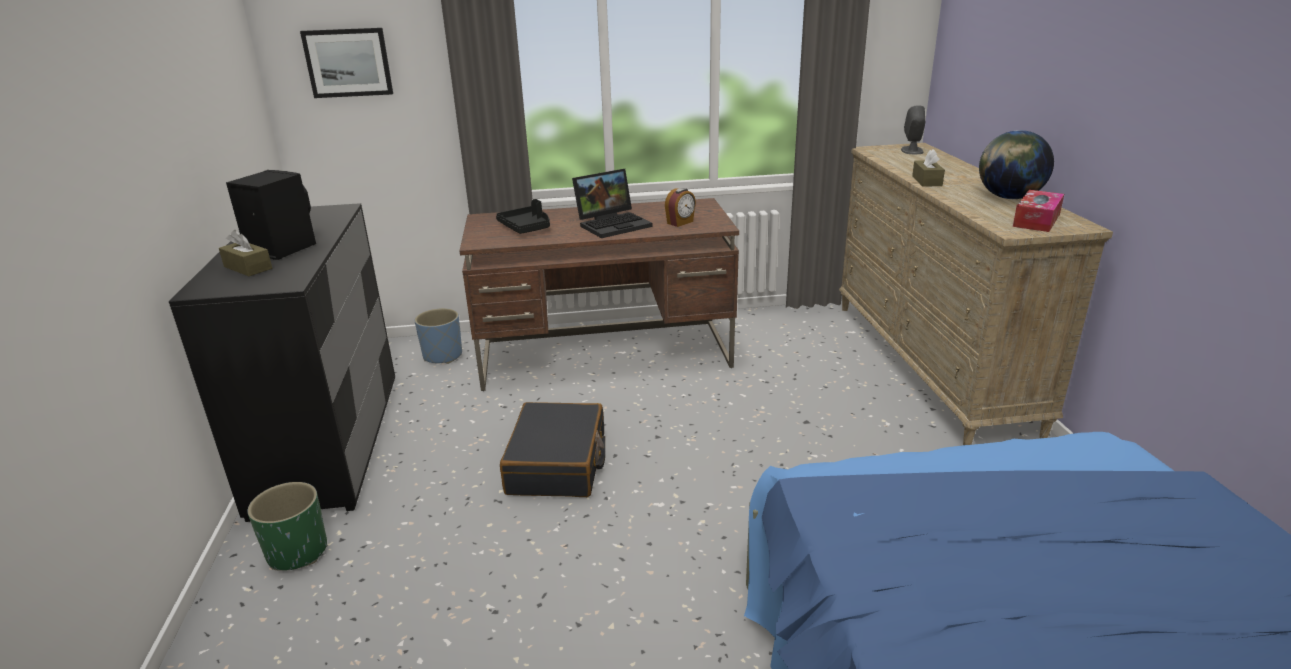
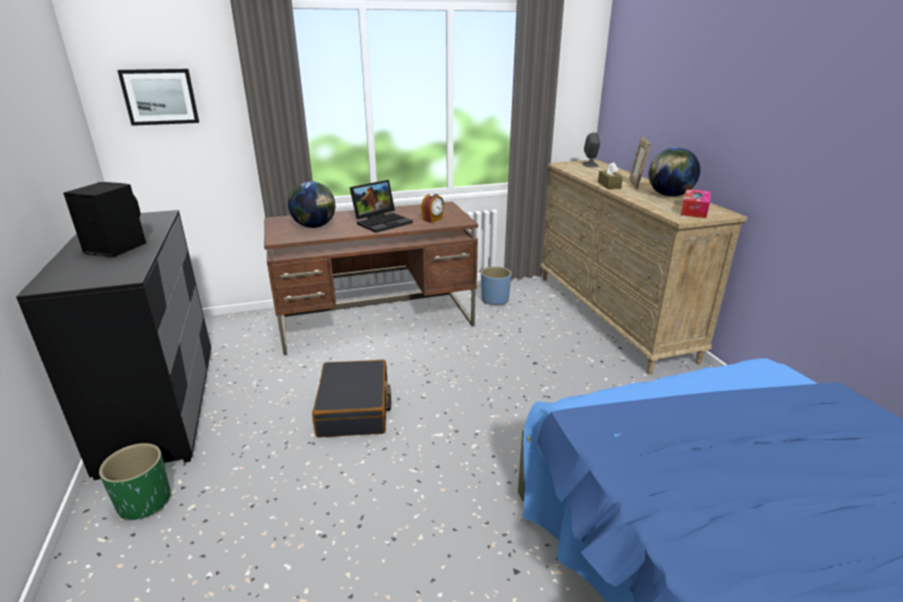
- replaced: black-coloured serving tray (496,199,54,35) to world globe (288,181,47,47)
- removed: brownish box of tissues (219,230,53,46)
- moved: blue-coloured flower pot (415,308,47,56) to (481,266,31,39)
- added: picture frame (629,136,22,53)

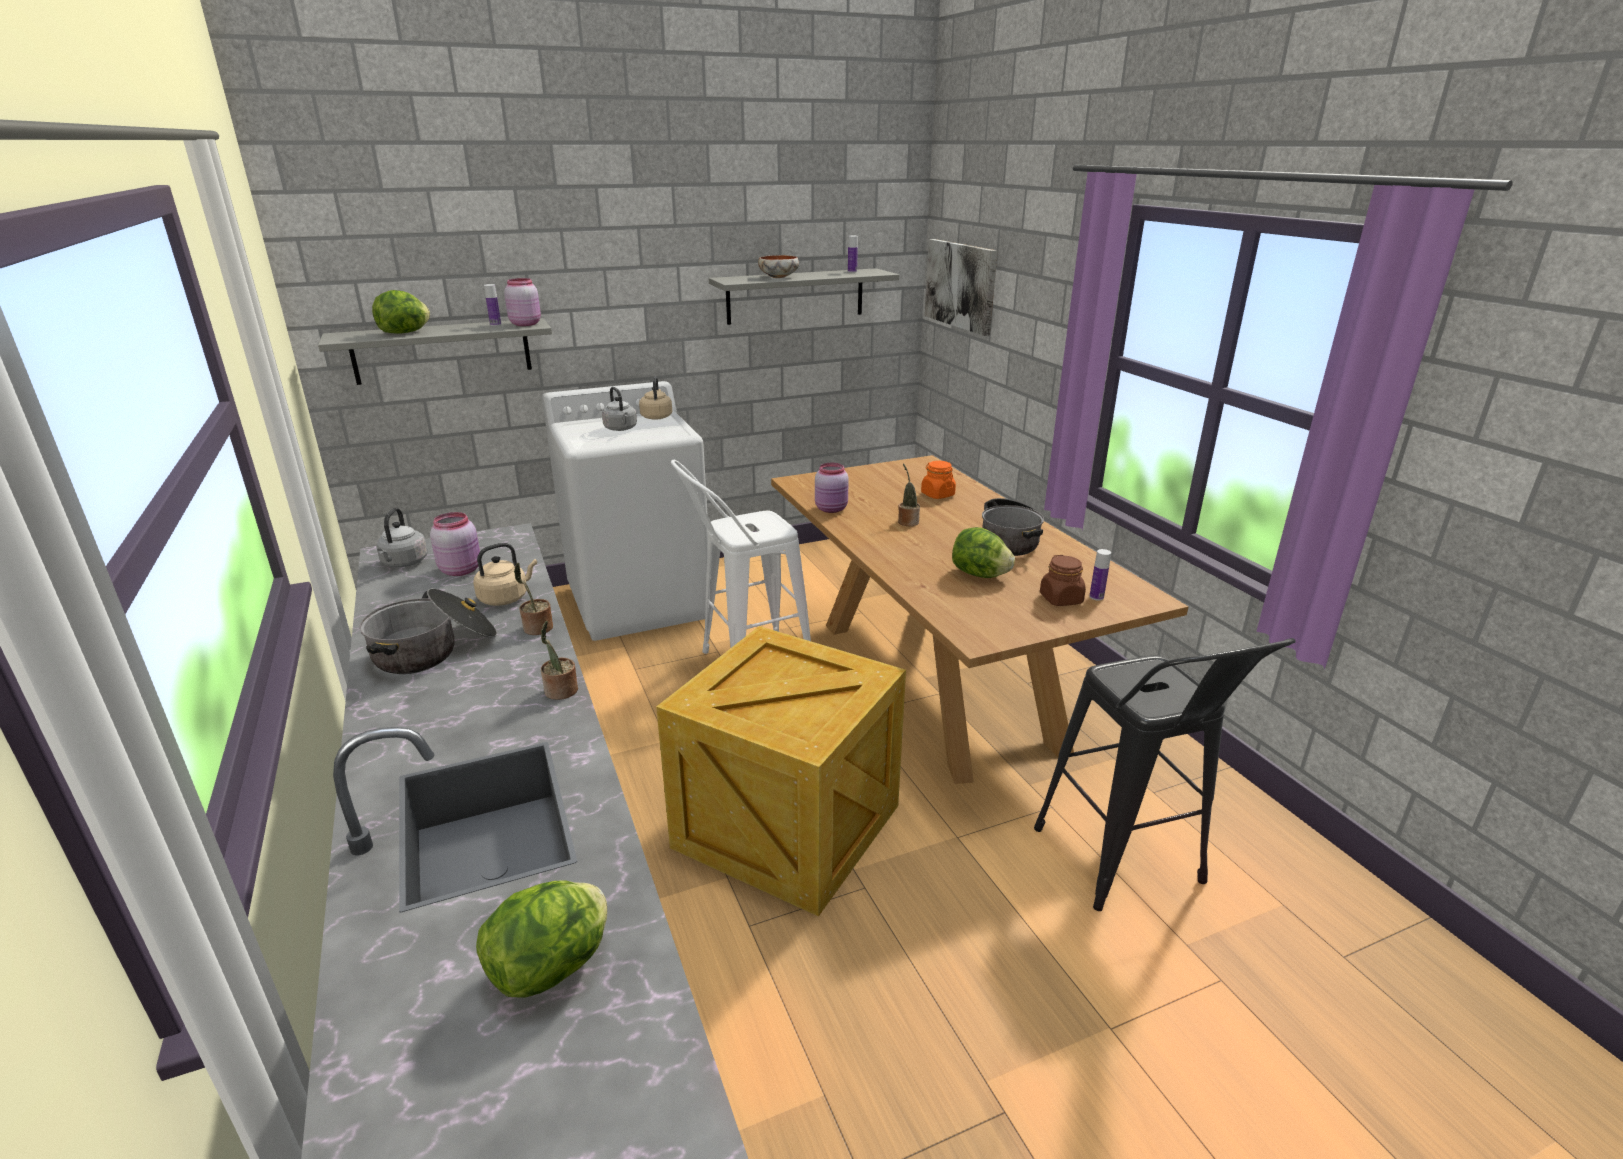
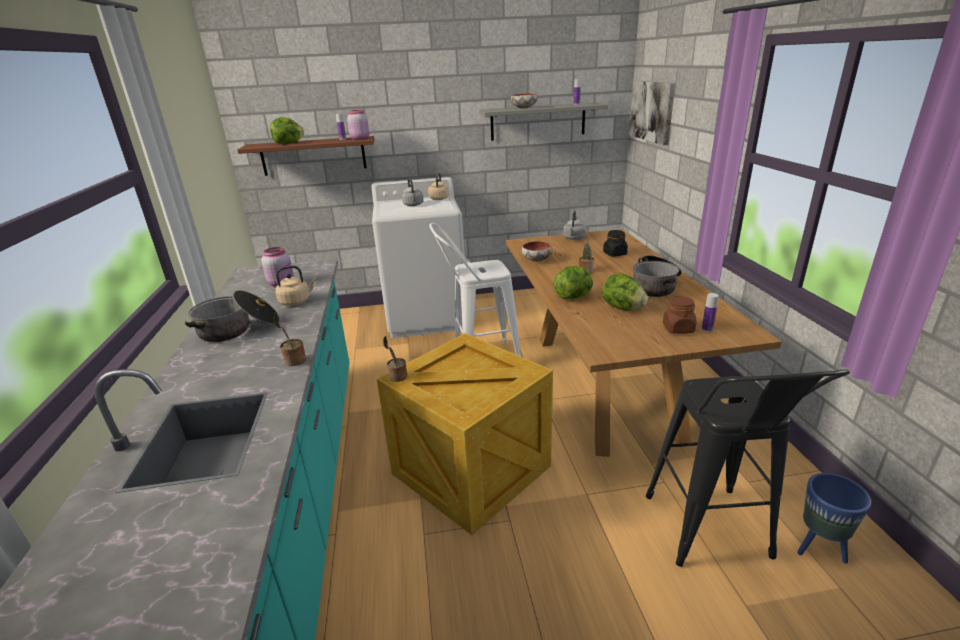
- recoloured: grey bracket shelf (318,318,234,67) to brownish bracket shelf (237,136,137,40)
- recoloured: orangey preserve jar (921,461,35,38) to black-coloured preserve jar (603,230,25,27)
- replaced: pinkish preserve jar (815,463,34,50) to serving bowl (521,241,32,20)
- moved: grey kettle (376,508,52,59) to (563,210,23,30)
- moved: potted plant (514,563,39,72) to (383,336,24,46)
- moved: lettuce head (476,881,131,117) to (553,266,40,33)
- added: blue-coloured flower pot (797,473,75,91)

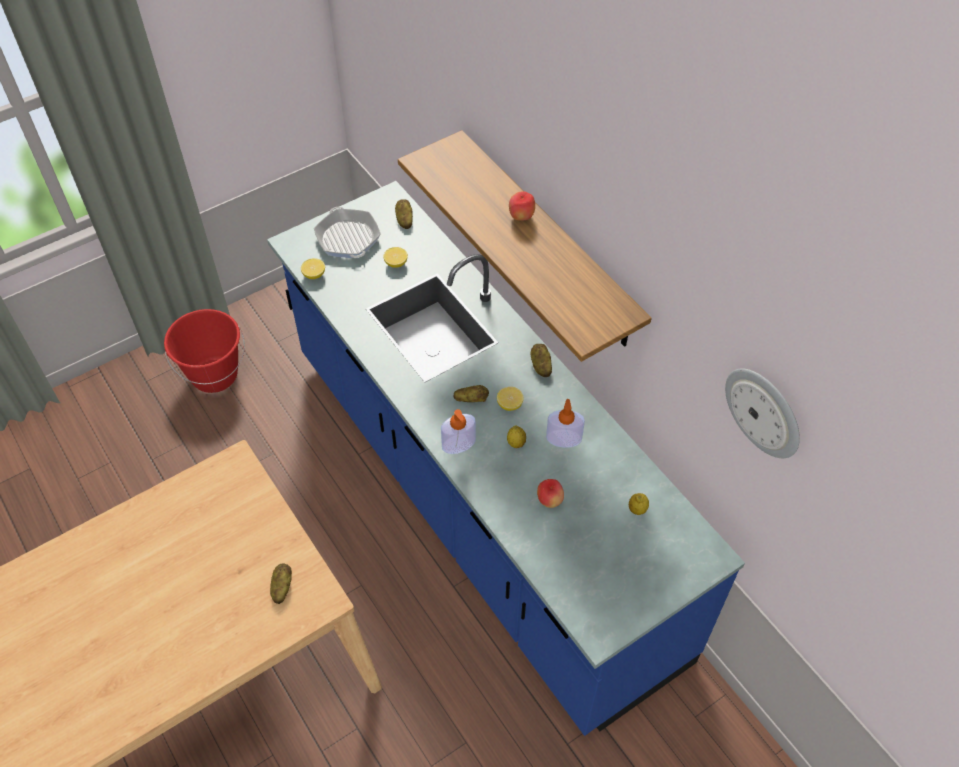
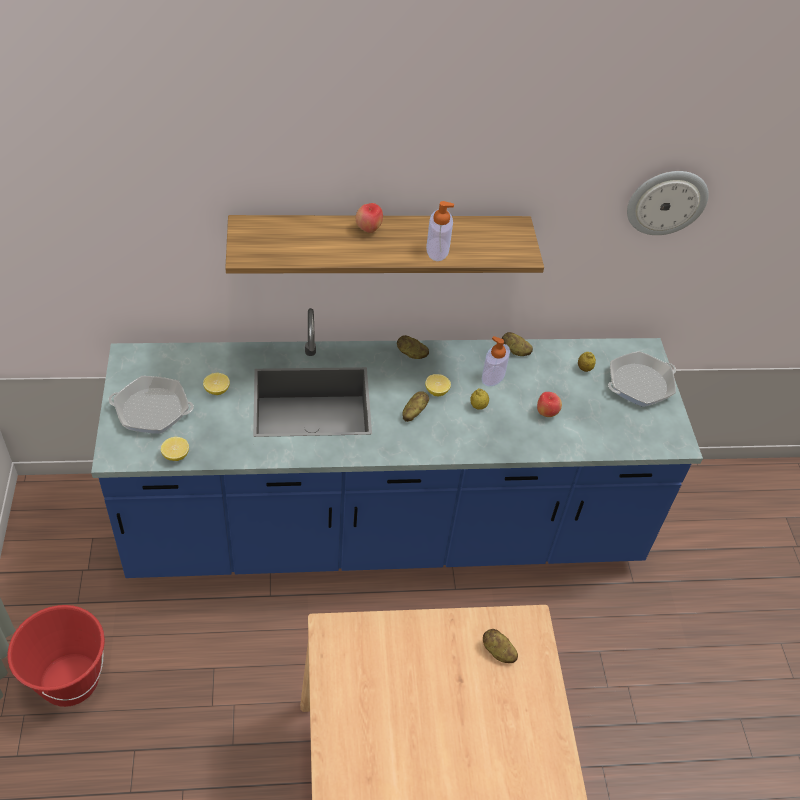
- moved: potato (395,199,18,30) to (502,332,31,24)
- moved: liquid soap bottle (441,409,35,45) to (426,201,28,60)
- added: frying pan (608,351,68,56)

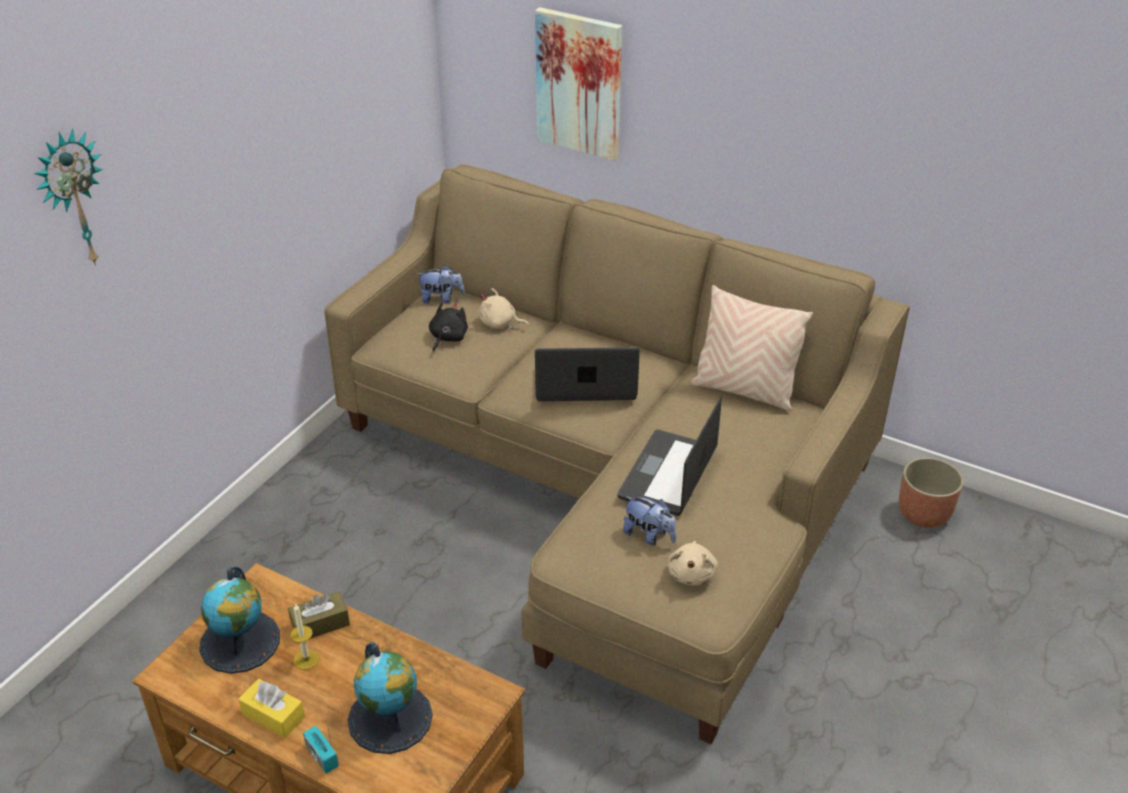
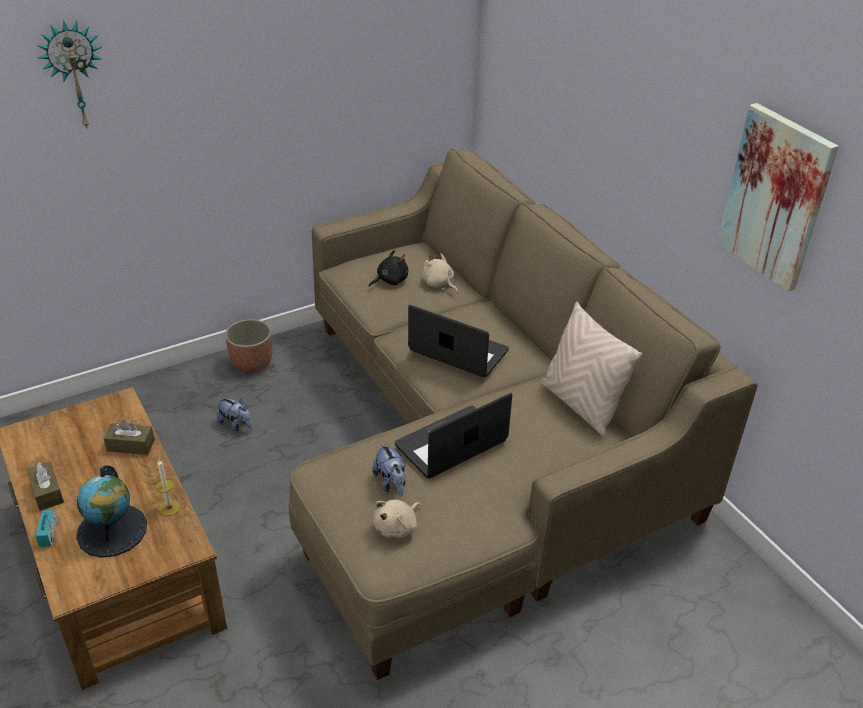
- moved: picture (535,7,87,154) to (717,103,122,189)
- moved: soft toy (416,265,49,38) to (217,398,35,33)
- moved: flower pot (899,457,64,71) to (225,319,47,54)
- removed: world globe (199,566,81,108)
- moved: wax candle (290,603,29,67) to (155,460,25,56)
- recoloured: yellow box of tissues (238,679,67,59) to brownish box of tissues (27,461,37,50)

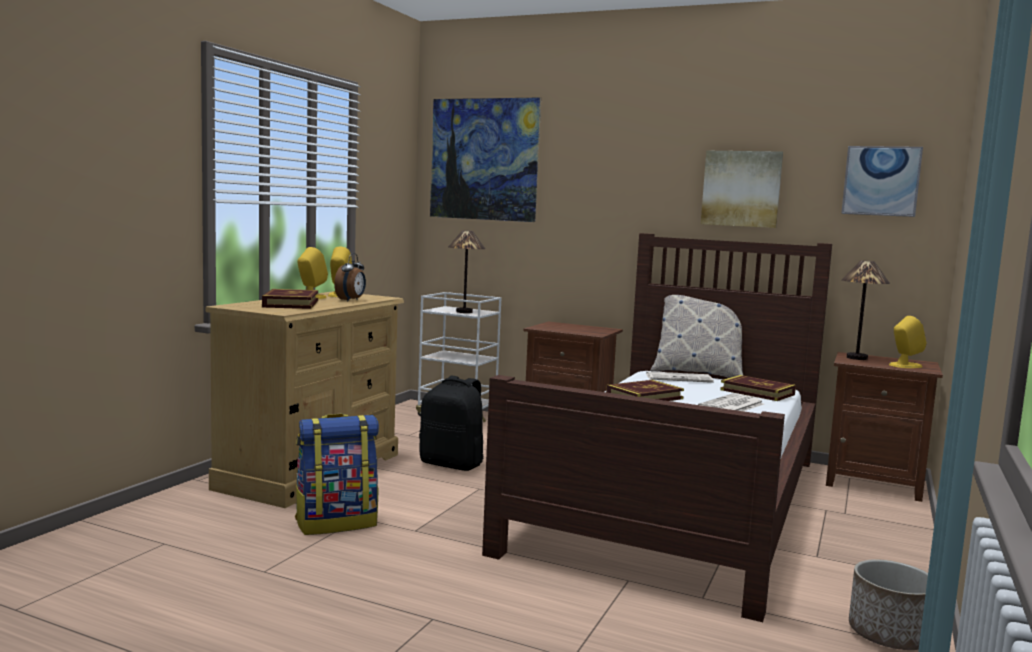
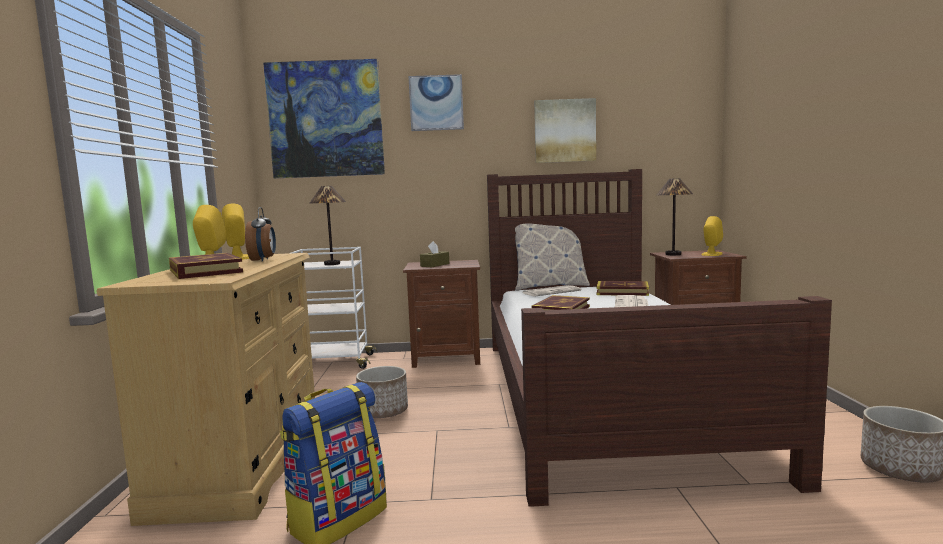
- moved: picture (841,146,82,71) to (408,74,56,57)
- replaced: black-coloured backpack (419,375,65,96) to flower pot (356,366,52,52)
- added: brownish box of tissues (420,241,29,26)

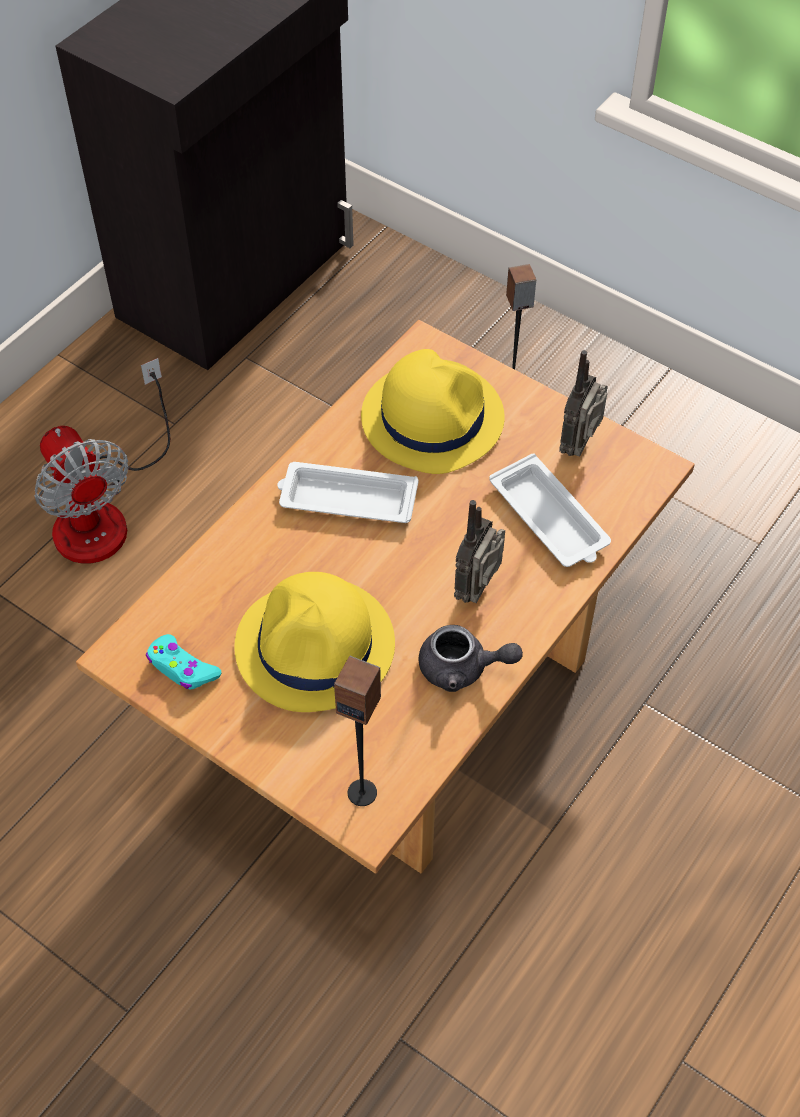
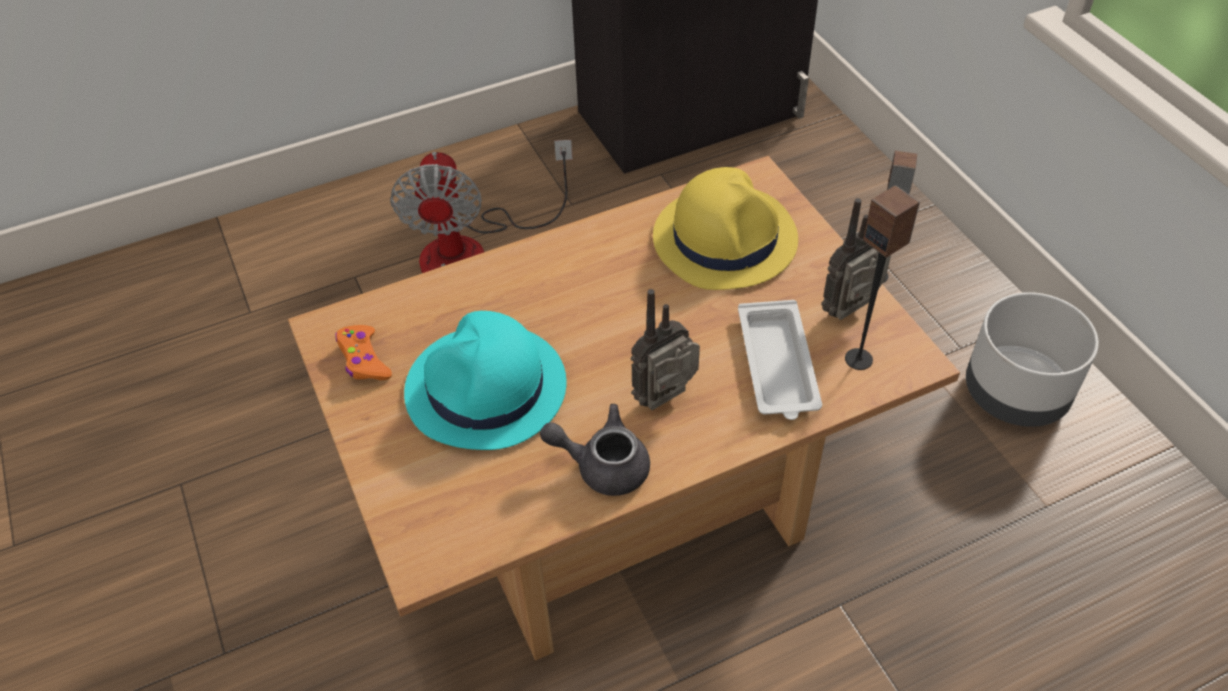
- removed: white-coloured serving tray (277,462,141,61)
- recoloured: yellow clothing hat (234,572,161,140) to blue-green clothing hat (404,311,163,139)
- turned: grey pot for tea (418,625,105,67) = (540,404,110,92) 150 degrees clockwise
- recoloured: blue-green gamepad (146,634,76,55) to orangey gamepad (335,325,57,56)
- moved: loudspeaker (334,656,47,150) to (845,186,75,184)
- added: grey flower pot (966,292,133,135)

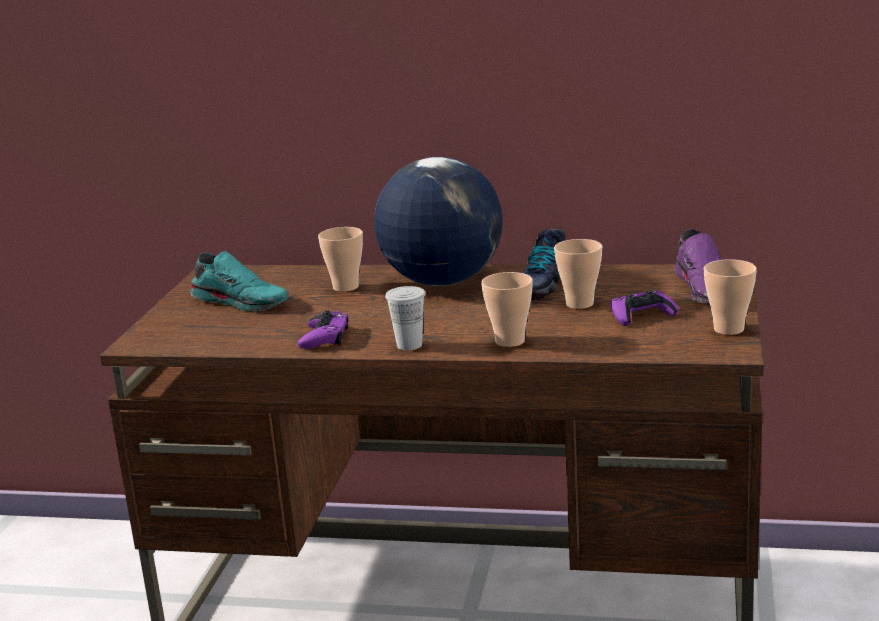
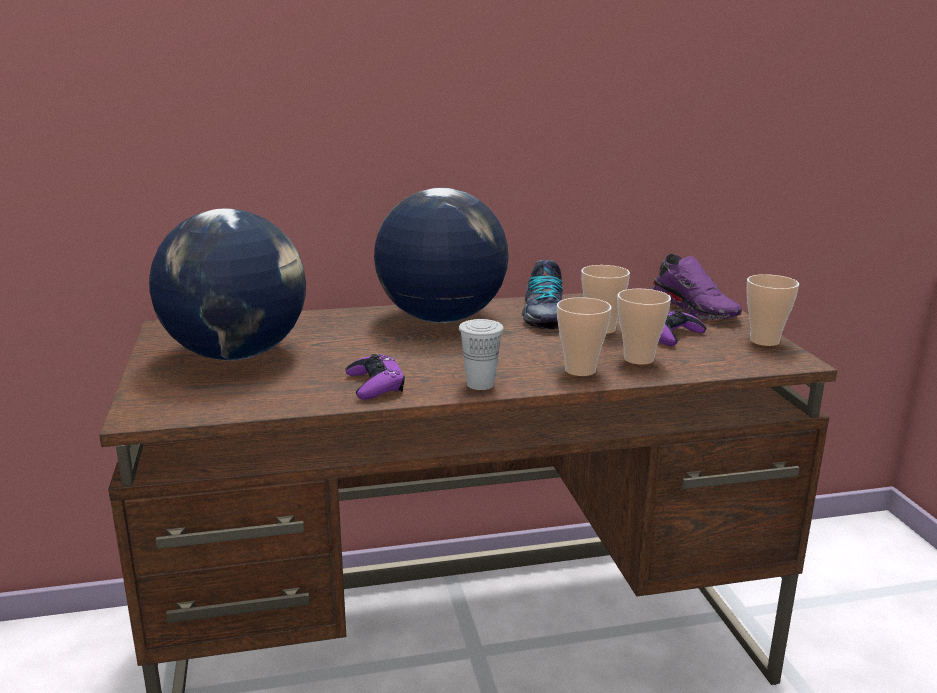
- moved: cup (318,227,45,65) to (617,289,54,76)
- replaced: blue-green item of footwear (190,251,99,61) to world globe (149,208,157,153)

